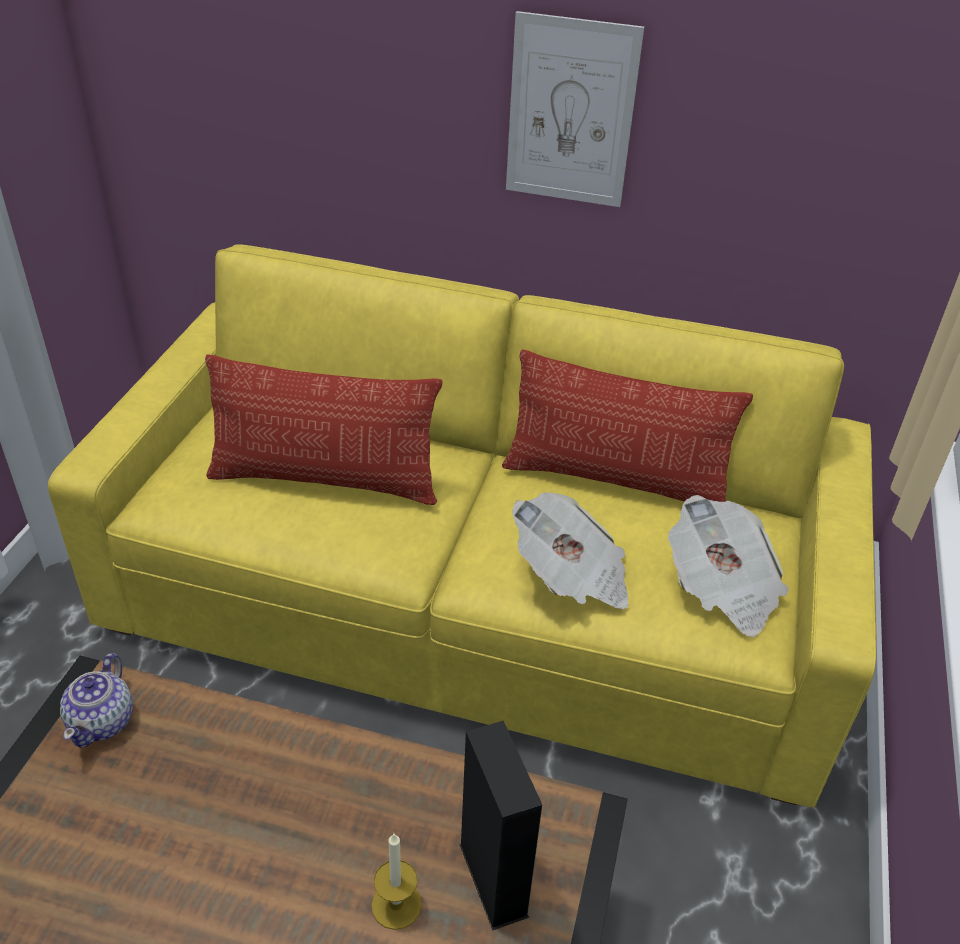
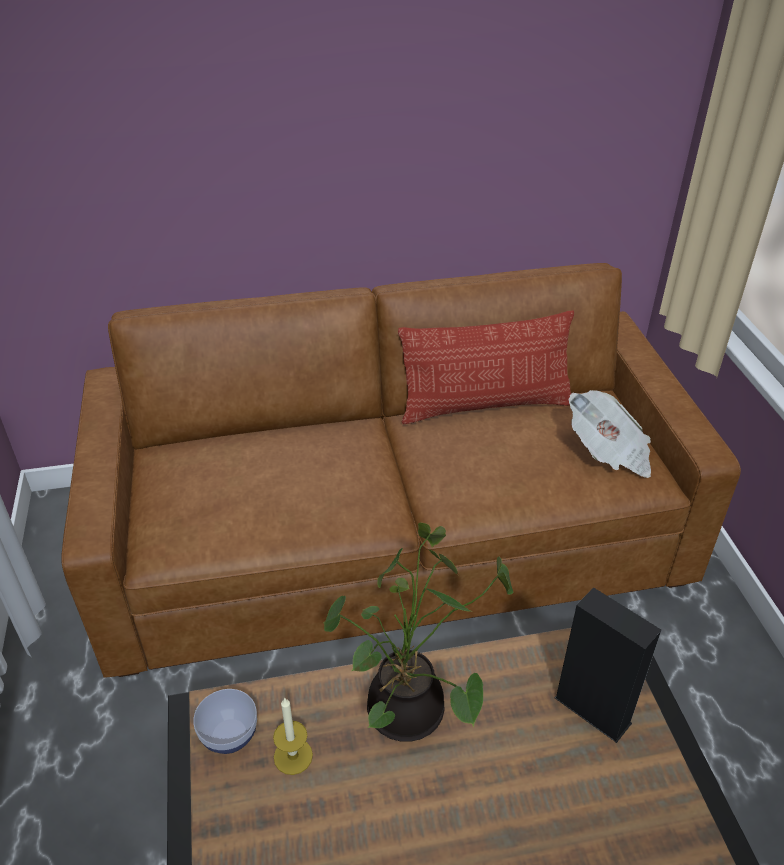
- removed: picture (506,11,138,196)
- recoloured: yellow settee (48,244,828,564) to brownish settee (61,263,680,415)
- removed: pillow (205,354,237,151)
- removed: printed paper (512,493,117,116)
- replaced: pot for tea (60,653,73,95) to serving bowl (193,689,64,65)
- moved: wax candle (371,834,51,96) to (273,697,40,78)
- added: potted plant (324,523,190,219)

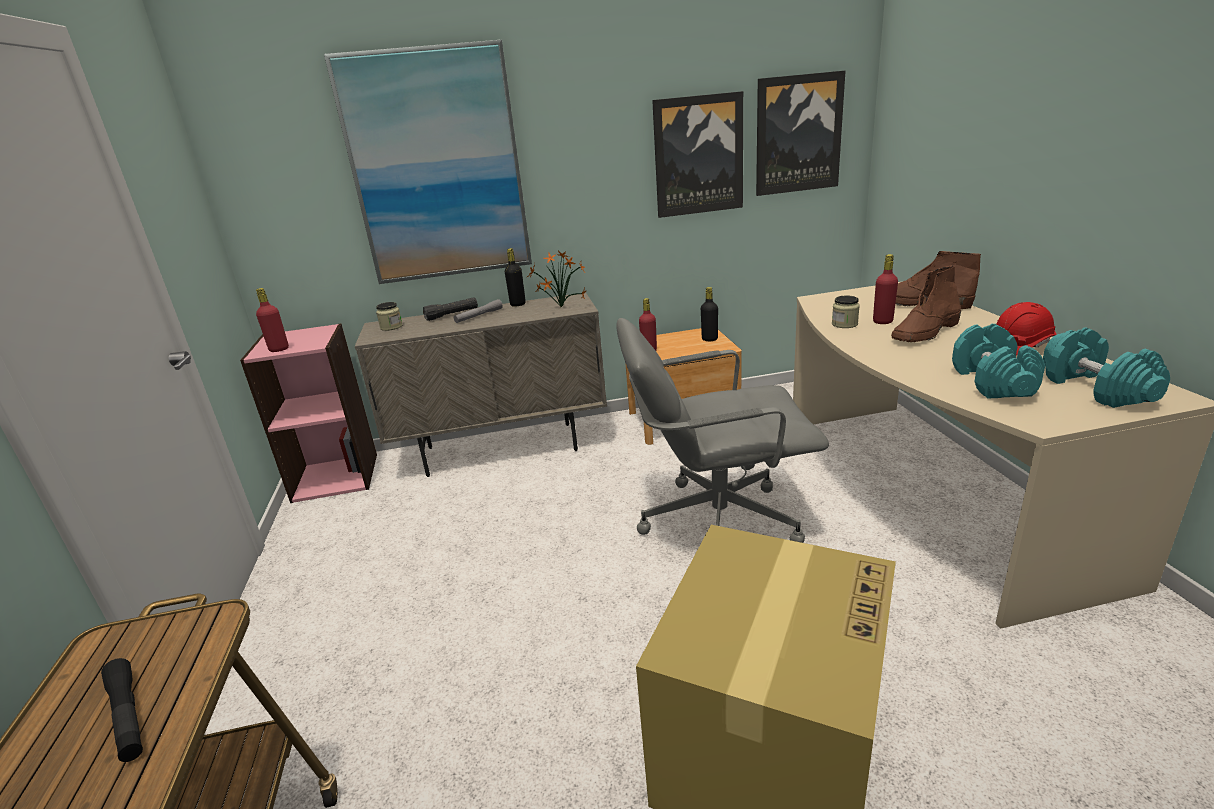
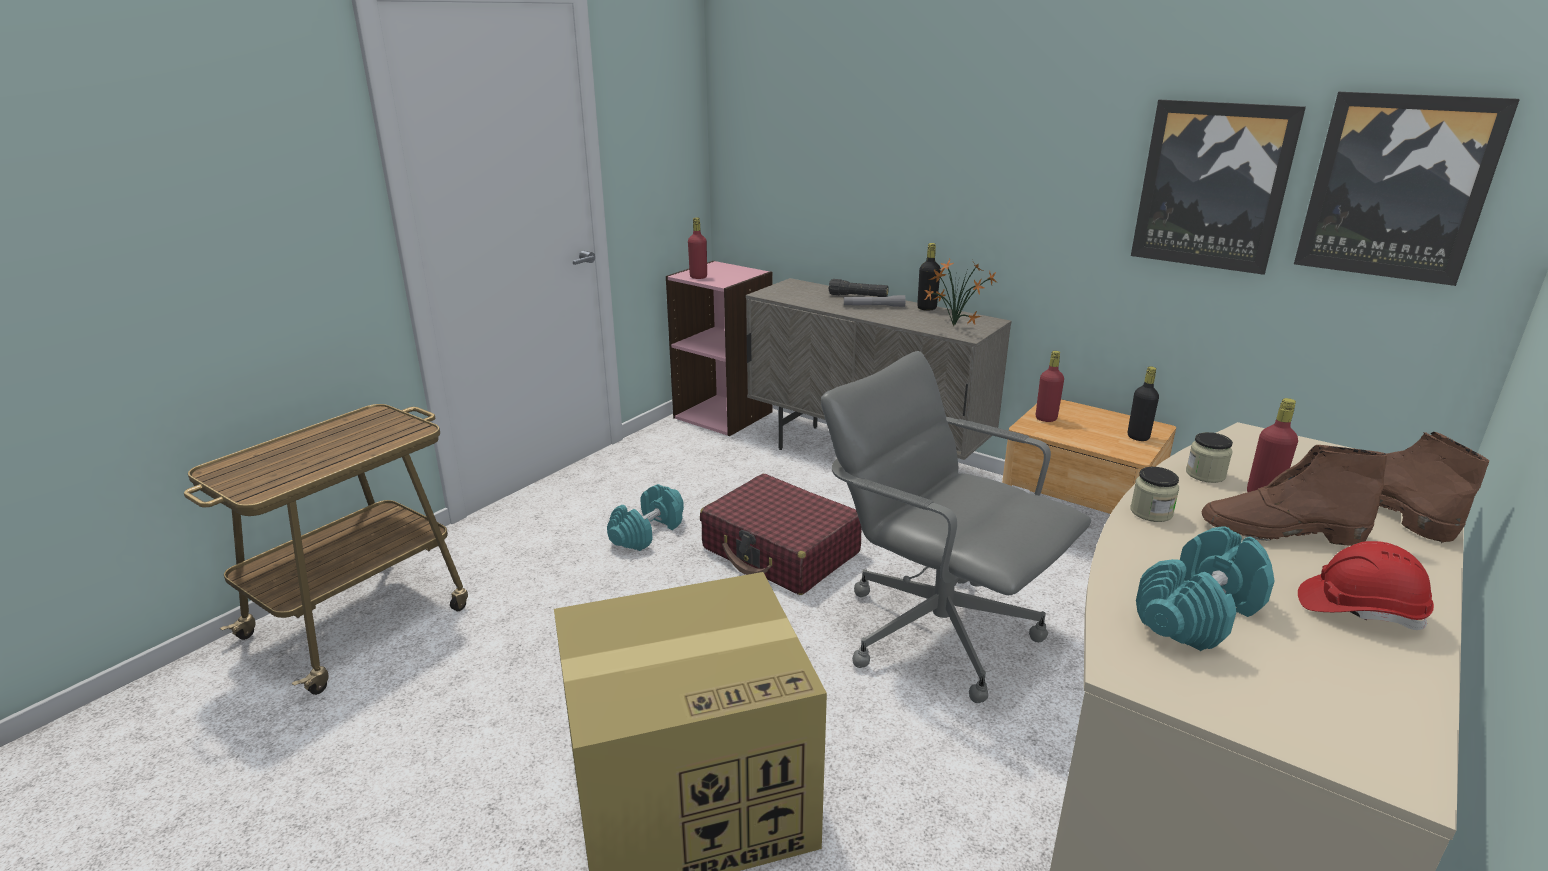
- removed: picture (324,40,208,244)
- moved: preserve jar (376,302,27,29) to (1130,467,49,55)
- moved: blue-green dumbbell (1043,328,127,80) to (607,484,77,67)
- removed: black-coloured torch (101,658,42,104)
- added: reddish travel case (700,474,162,121)

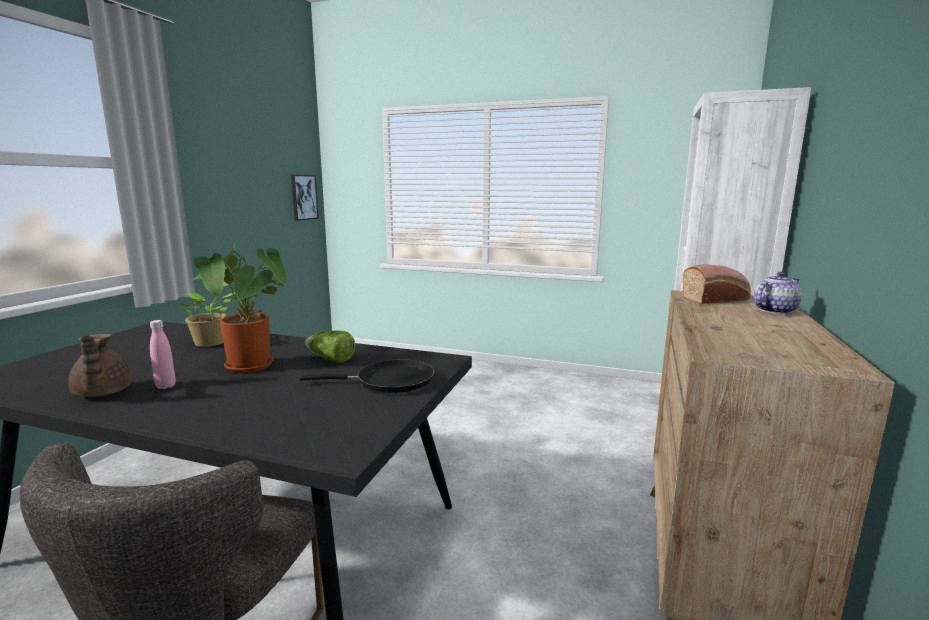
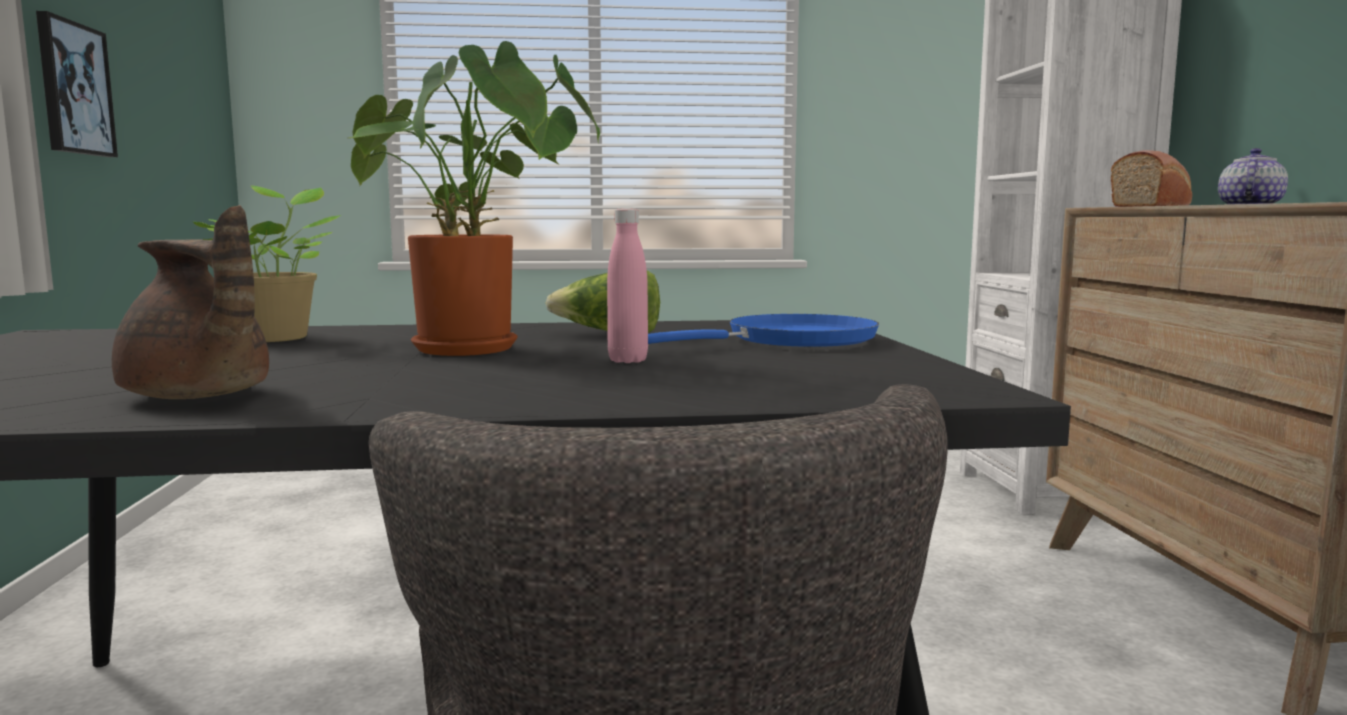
- moved: picture (291,175,28,46) to (36,11,82,146)
- moved: pinkish drink bottle (150,320,26,69) to (607,209,41,154)
- recoloured: black-coloured frying pan (300,359,134,34) to blue-coloured frying pan (648,314,231,33)

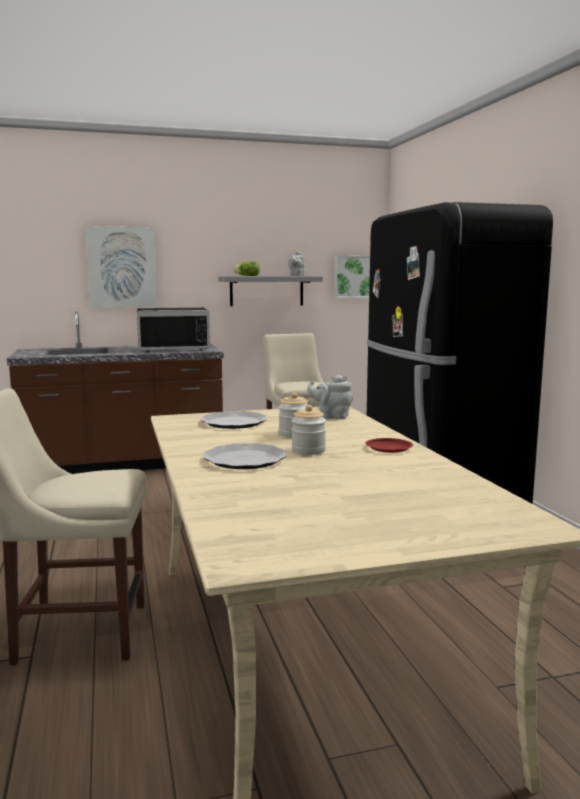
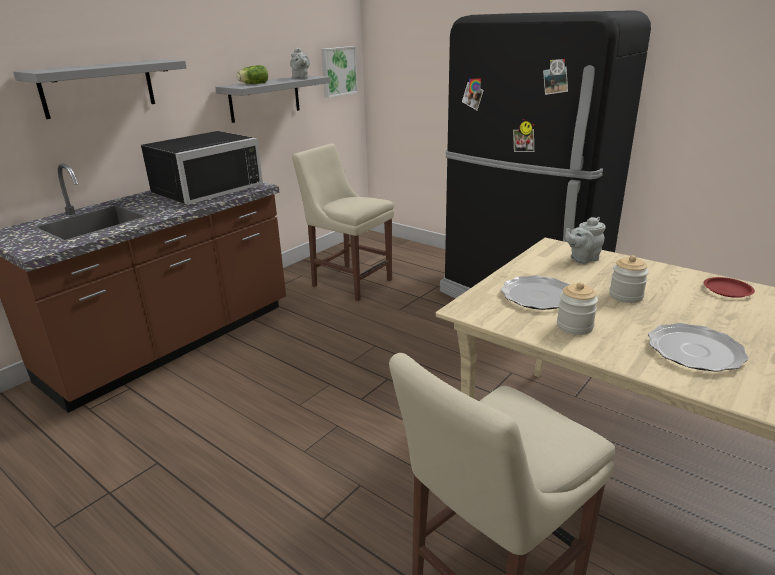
- replaced: picture (85,226,72,82) to grey bracket shelf (13,59,173,60)
- moved: preserve jar (291,405,35,50) to (557,282,41,53)

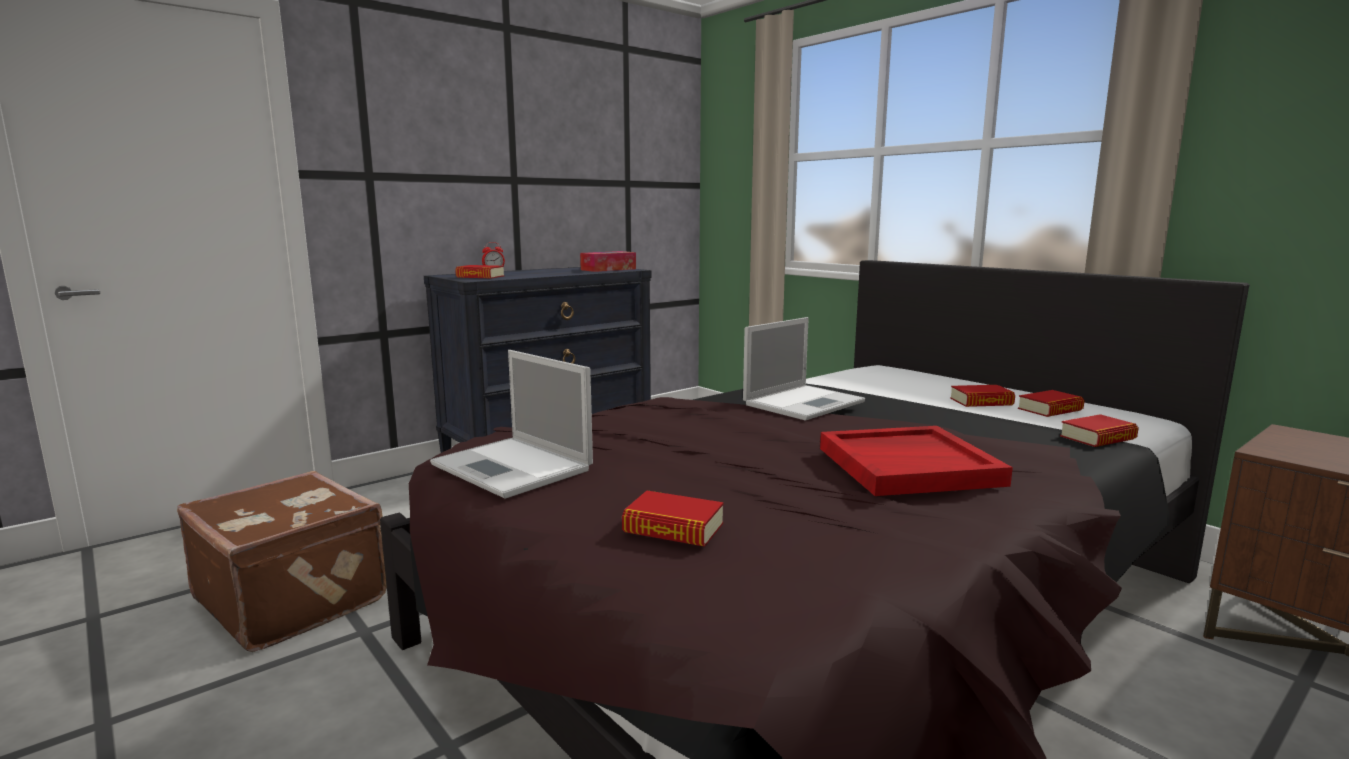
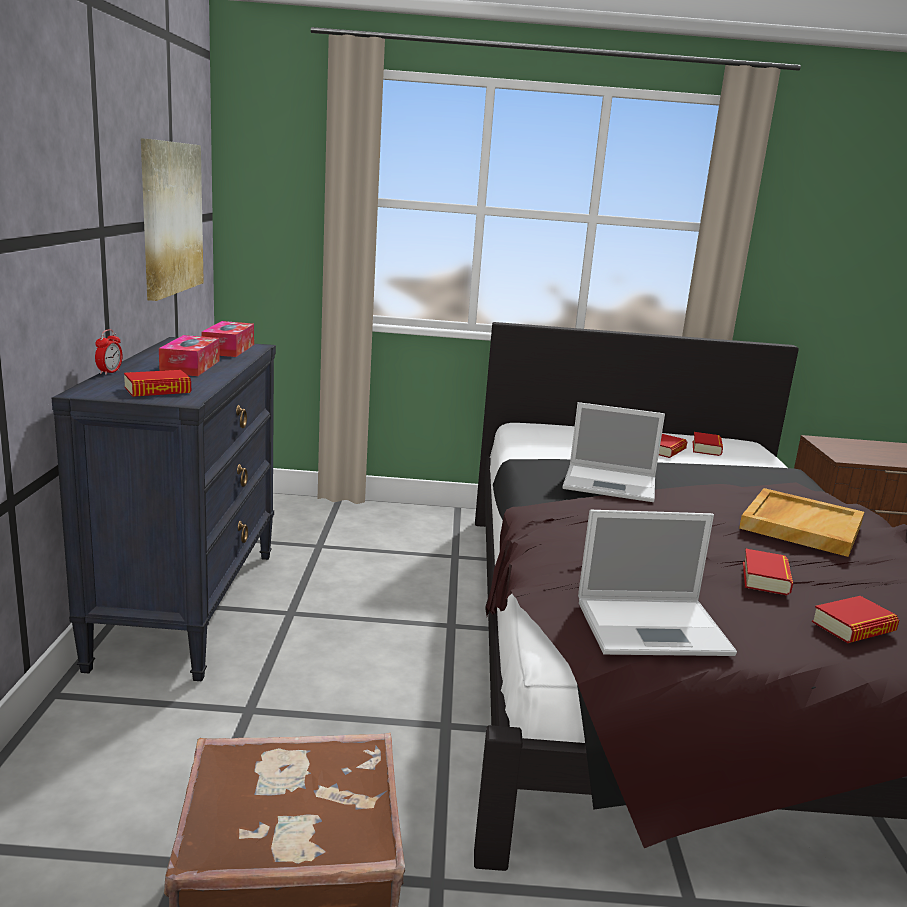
- turned: portable computer (743,317,122,104) = (563,402,102,100) 105 degrees clockwise
- moved: volume (1060,414,79,33) to (743,549,50,46)
- recoloured: reddish serving tray (820,426,193,70) to beige-coloured serving tray (739,488,125,69)
- added: picture (141,138,63,163)
- added: box of tissues (159,335,61,41)

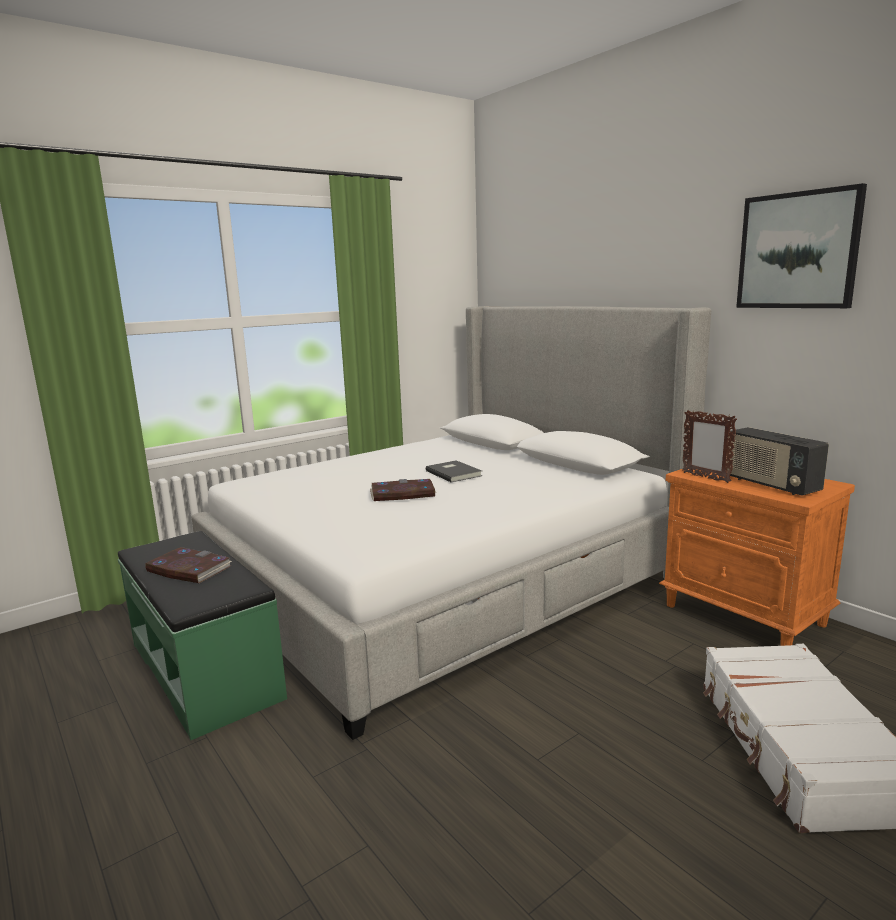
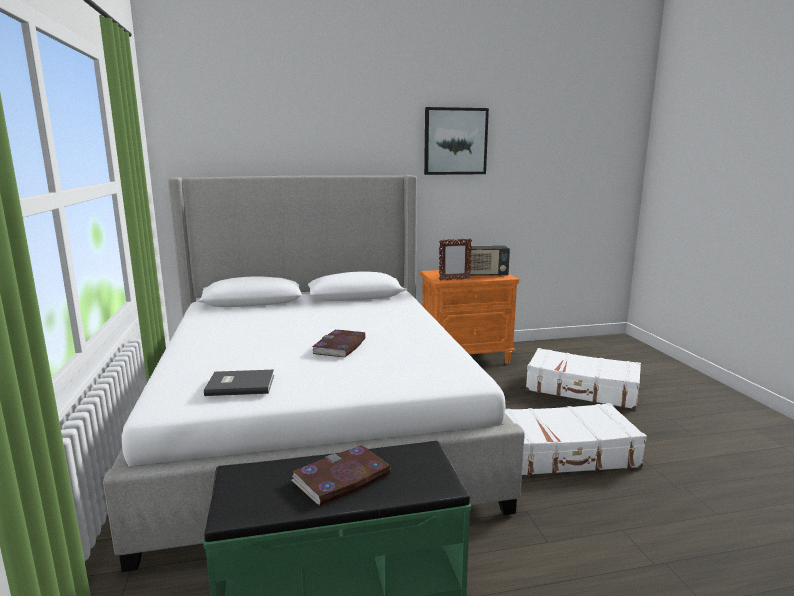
- moved: grey volume (426,460,56,22) to (204,370,70,26)
- added: white-coloured travel case (505,403,142,72)

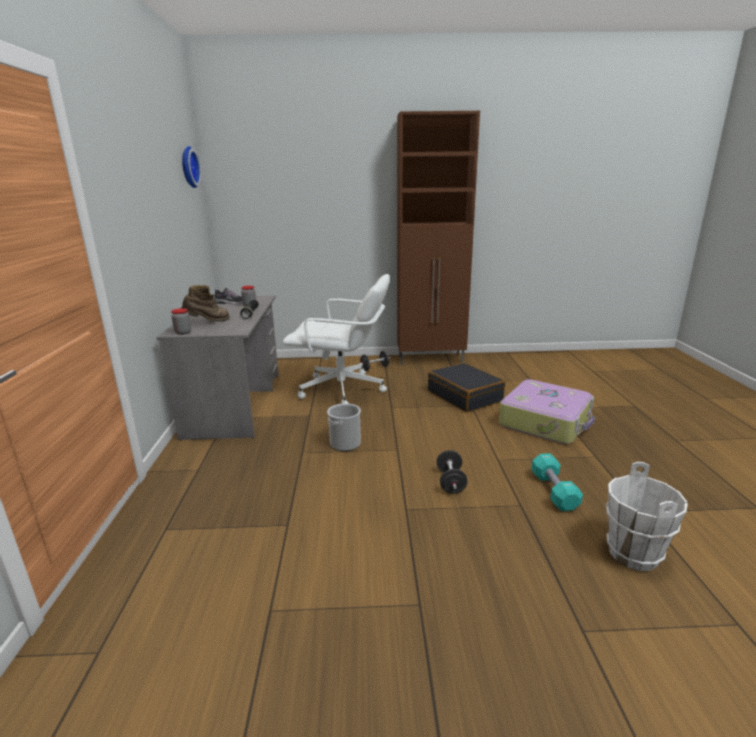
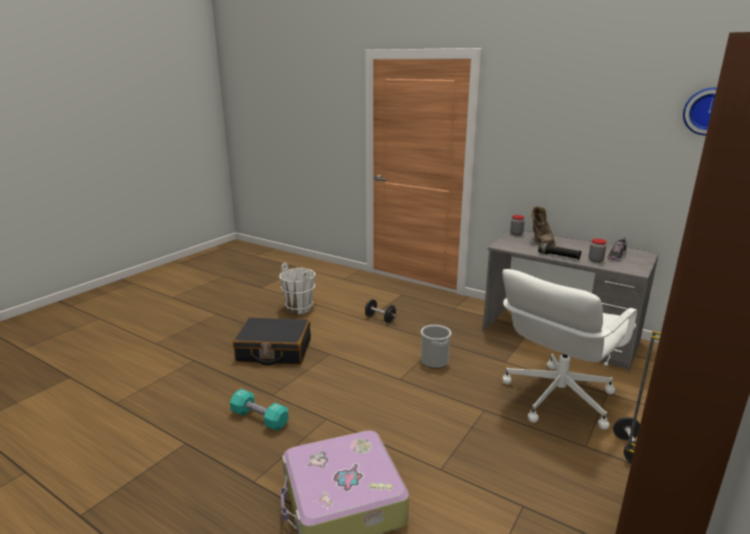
- moved: black-coloured travel case (428,363,78,49) to (233,317,78,48)
- moved: black-coloured dumbbell (436,450,32,44) to (365,299,32,24)
- moved: white-coloured pail (606,462,82,109) to (279,263,36,51)

